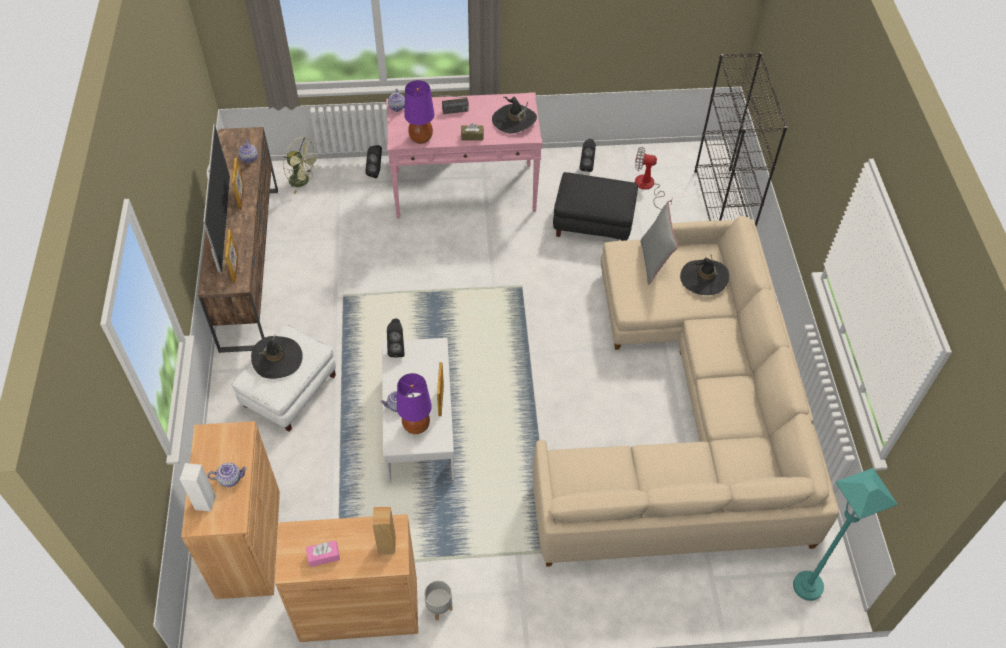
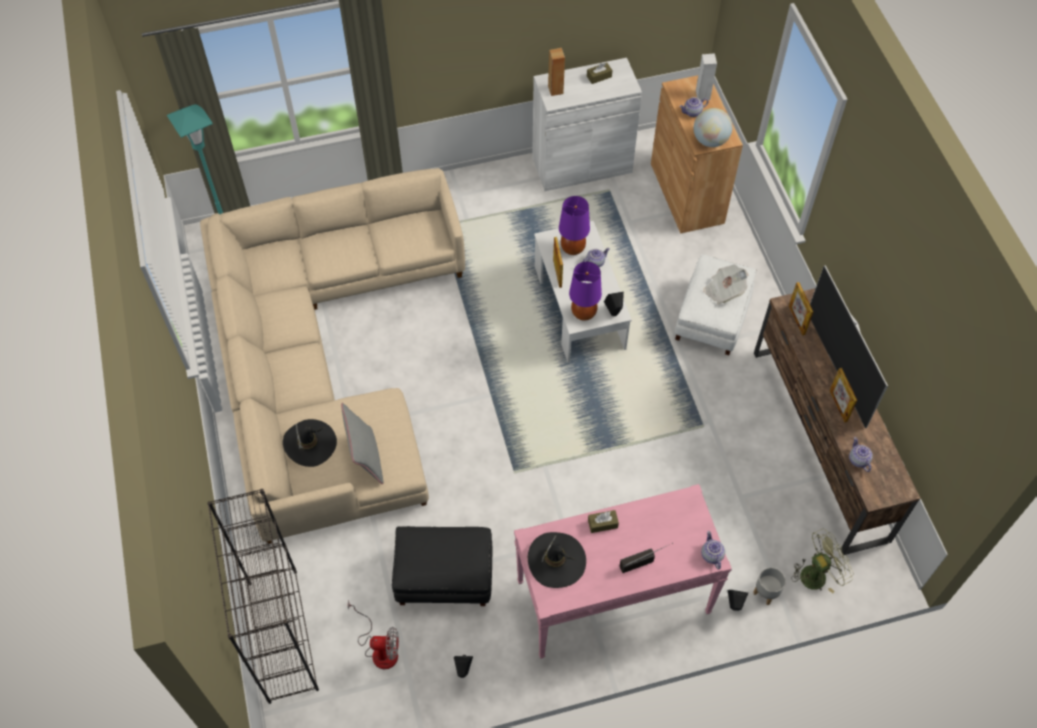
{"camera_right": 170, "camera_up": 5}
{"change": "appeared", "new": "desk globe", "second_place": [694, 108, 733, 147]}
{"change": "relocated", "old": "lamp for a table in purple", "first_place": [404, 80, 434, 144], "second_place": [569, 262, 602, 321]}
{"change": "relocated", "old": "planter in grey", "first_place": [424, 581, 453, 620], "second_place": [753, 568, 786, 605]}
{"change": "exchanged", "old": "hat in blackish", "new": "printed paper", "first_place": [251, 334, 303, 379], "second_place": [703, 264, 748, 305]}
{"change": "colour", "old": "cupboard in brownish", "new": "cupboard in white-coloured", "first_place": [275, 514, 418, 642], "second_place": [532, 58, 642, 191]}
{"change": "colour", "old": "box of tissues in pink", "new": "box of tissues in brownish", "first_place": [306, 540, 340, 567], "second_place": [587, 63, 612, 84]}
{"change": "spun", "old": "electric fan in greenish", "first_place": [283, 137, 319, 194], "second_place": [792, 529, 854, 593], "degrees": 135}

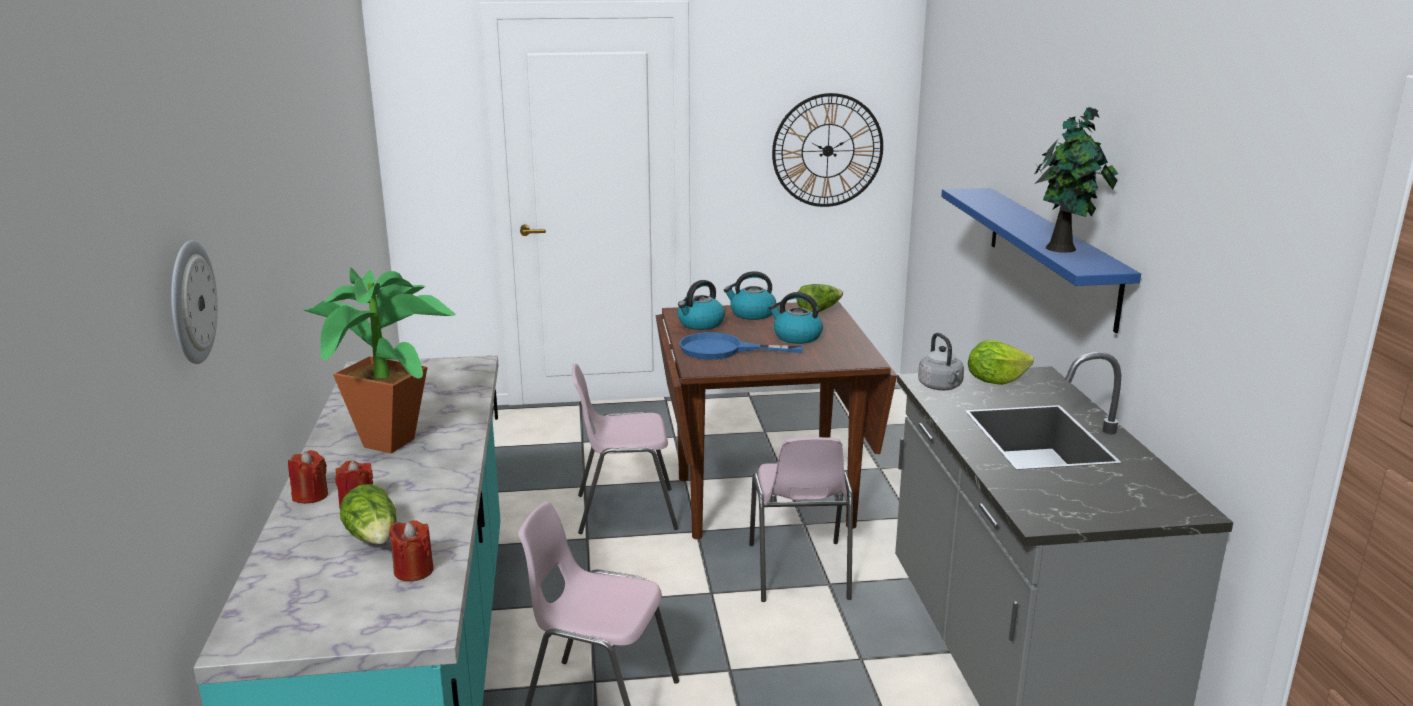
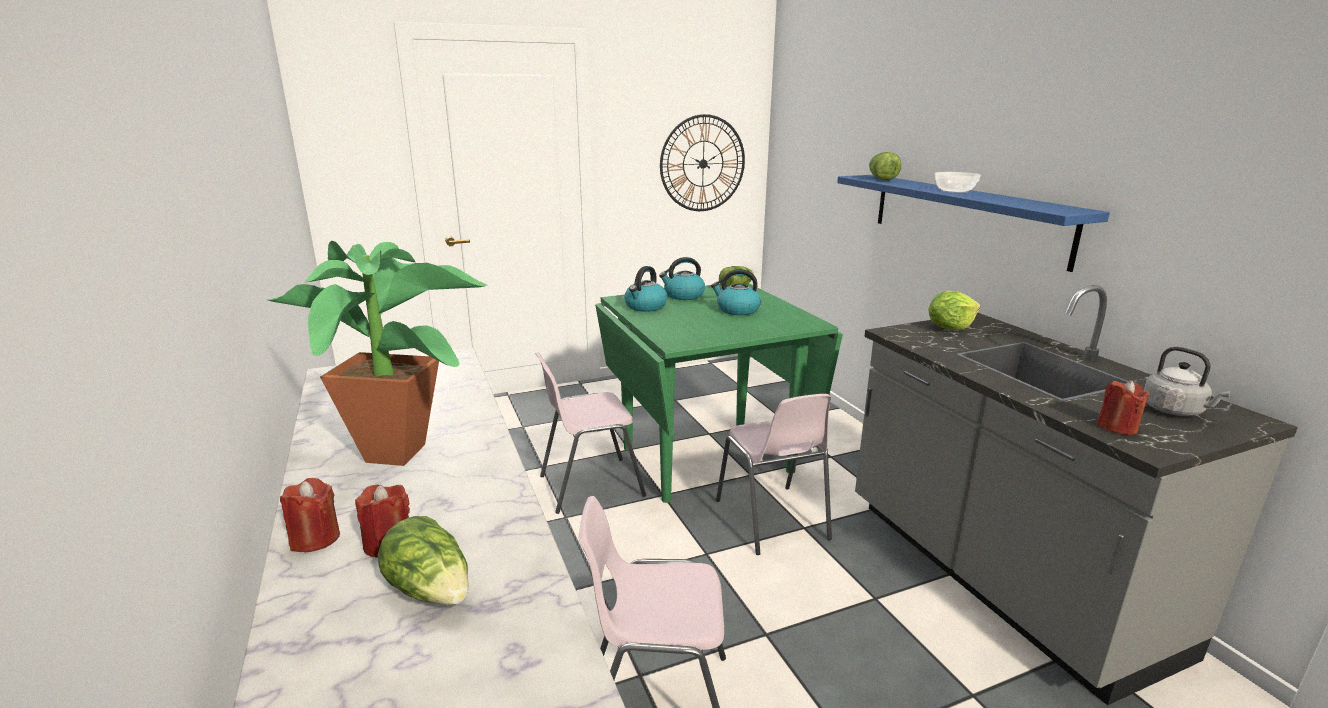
{"camera_right": -15, "camera_up": 0}
{"change": "missing", "old": "hanging clock", "first_place": [171, 240, 218, 364]}
{"change": "missing", "old": "skillet in bluish", "first_place": [679, 332, 803, 360]}
{"change": "missing", "old": "houseplant", "first_place": [1035, 106, 1118, 253]}
{"change": "appeared", "new": "head of lettuce", "second_place": [869, 152, 902, 181]}
{"change": "appeared", "new": "bowl", "second_place": [935, 172, 981, 193]}
{"change": "relocated", "old": "wax candle in red-coloured", "first_place": [389, 520, 434, 582], "second_place": [1097, 380, 1150, 435]}
{"change": "relocated", "old": "water kettle in grey", "first_place": [918, 333, 964, 390], "second_place": [1144, 347, 1231, 416]}
{"change": "colour", "old": "kitchen table in brownish", "new": "kitchen table in greenish", "first_place": [656, 301, 897, 539], "second_place": [595, 283, 843, 503]}

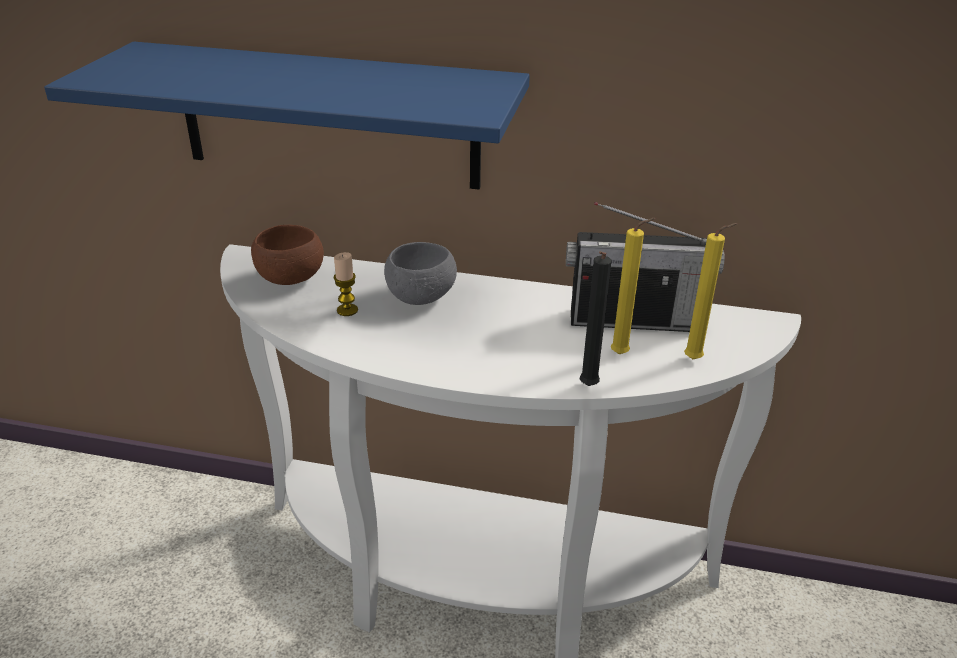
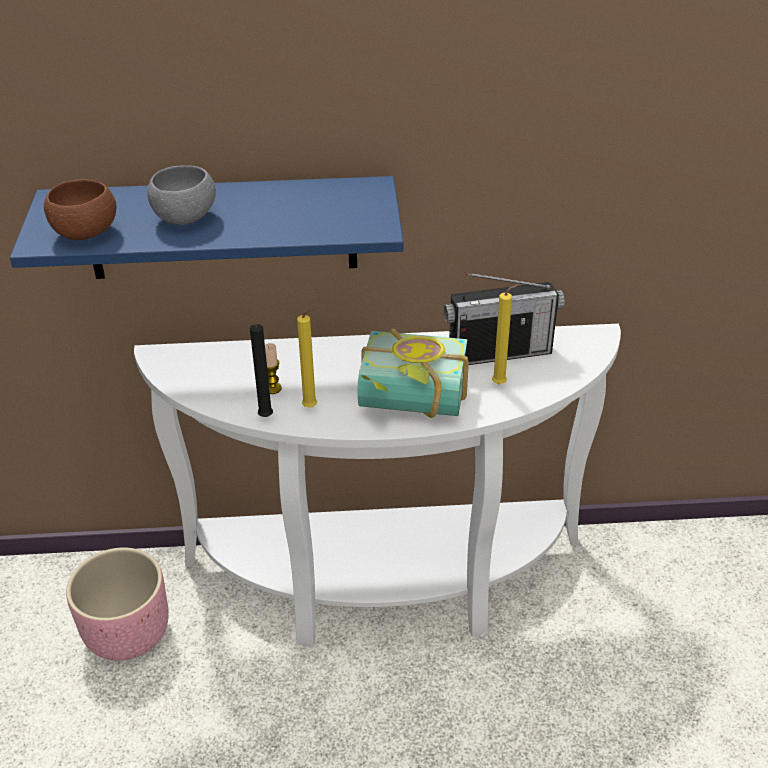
{"camera_right": -15, "camera_up": 5}
{"change": "appeared", "new": "planter in pink", "second_place": [66, 547, 169, 661]}
{"change": "appeared", "new": "book", "second_place": [357, 328, 469, 418]}
{"change": "relocated", "old": "bowl in brownish", "first_place": [251, 225, 324, 285], "second_place": [44, 179, 116, 240]}
{"change": "relocated", "old": "bowl in grey", "first_place": [384, 242, 457, 305], "second_place": [147, 165, 216, 225]}
{"change": "relocated", "old": "wax candle in blackish", "first_place": [580, 251, 612, 386], "second_place": [250, 323, 273, 417]}
{"change": "relocated", "old": "wax candle in yellow", "first_place": [684, 223, 738, 359], "second_place": [297, 307, 317, 408]}

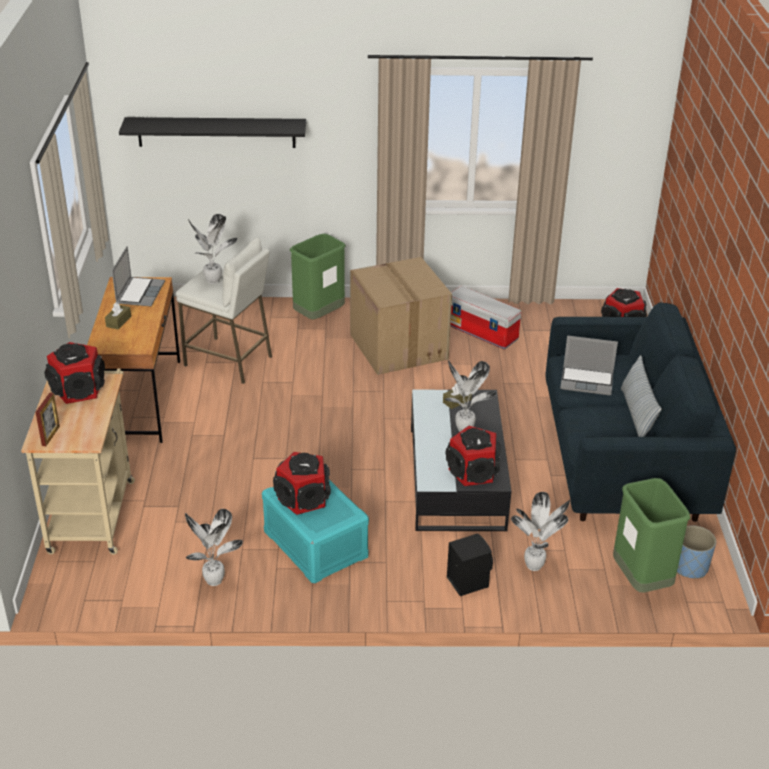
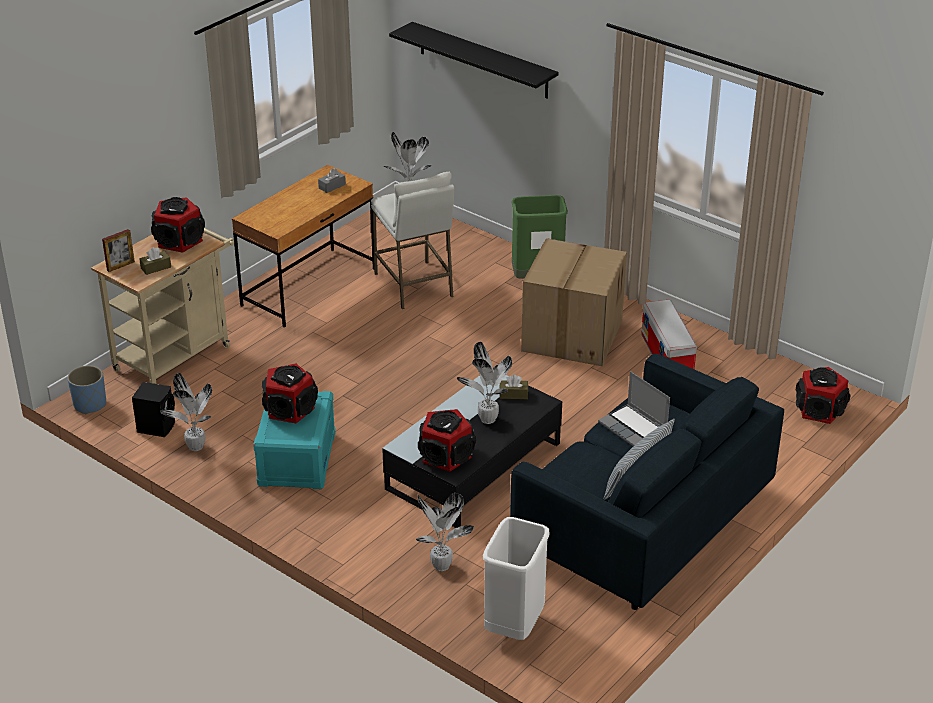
{"camera_right": 40, "camera_up": 0}
{"change": "relocated", "old": "box of tissues in brownish", "first_place": [105, 302, 131, 330], "second_place": [139, 247, 171, 275]}
{"change": "relocated", "old": "audio speaker in blackish", "first_place": [447, 533, 493, 596], "second_place": [132, 382, 175, 437]}
{"change": "relocated", "old": "planter in bluish", "first_place": [677, 525, 716, 578], "second_place": [67, 365, 106, 414]}
{"change": "exchanged", "old": "portable computer", "new": "box of tissues in grey", "first_place": [112, 246, 165, 306], "second_place": [318, 168, 346, 193]}
{"change": "colour", "old": "trash can in greenish", "new": "trash can in white-coloured", "first_place": [613, 478, 690, 592], "second_place": [483, 517, 550, 640]}

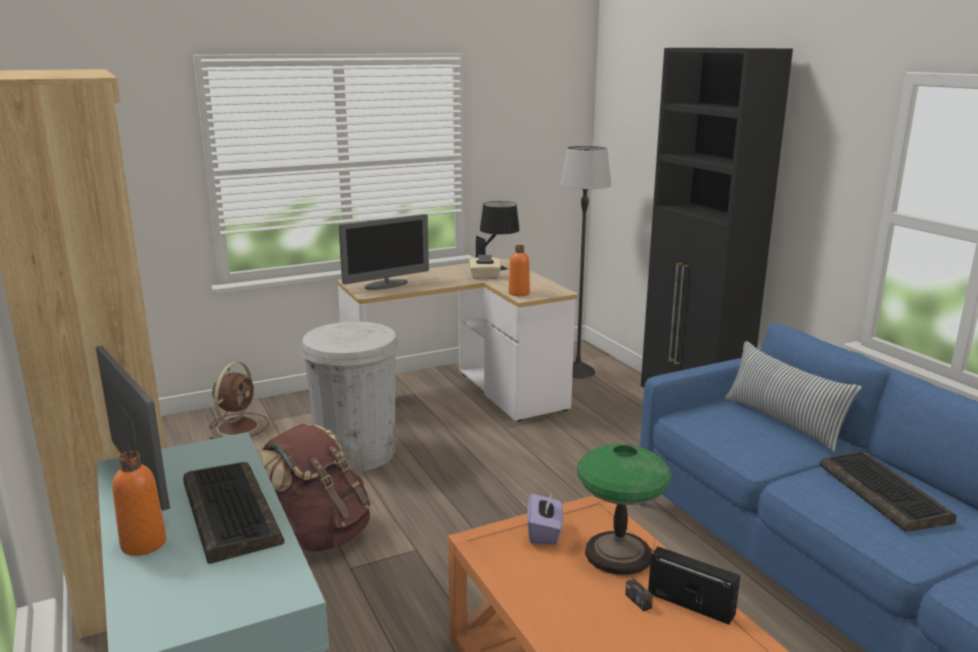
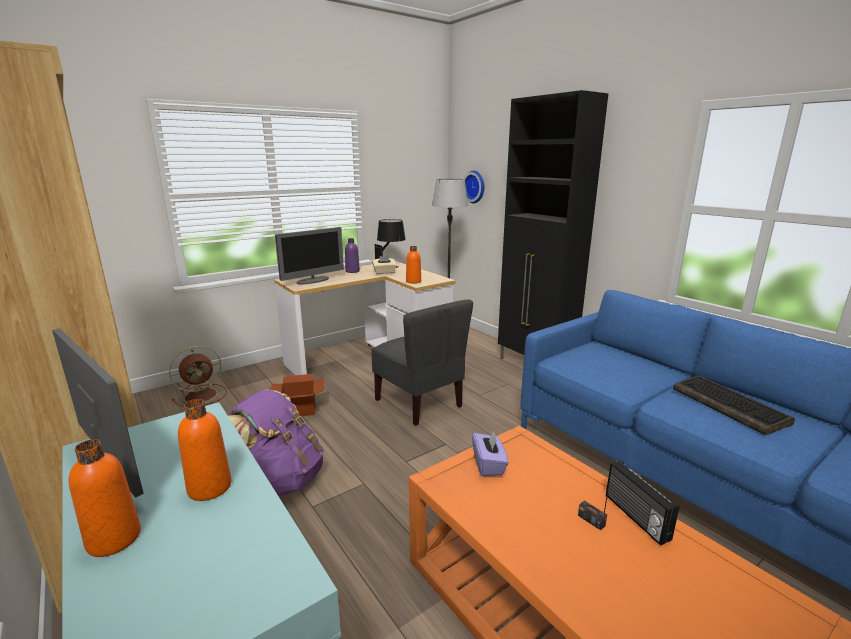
{"camera_right": -10, "camera_up": 0}
{"change": "missing", "old": "lamp for a table", "first_place": [577, 444, 671, 575]}
{"change": "missing", "old": "throw pillow", "first_place": [725, 341, 862, 452]}
{"change": "appeared", "new": "drink bottle in purple", "second_place": [345, 238, 360, 273]}
{"change": "appeared", "new": "chair in grey", "second_place": [371, 300, 473, 426]}
{"change": "appeared", "new": "hanging clock", "second_place": [463, 170, 485, 203]}
{"change": "exchanged", "old": "keyboard", "new": "drink bottle in orange-coloured", "first_place": [183, 462, 284, 564], "second_place": [178, 399, 231, 501]}
{"change": "exchanged", "old": "trash can in white-coloured", "new": "carton", "first_place": [300, 321, 400, 472], "second_place": [271, 374, 324, 416]}
{"change": "colour", "old": "rucksack in brownish", "new": "rucksack in purple", "first_place": [257, 424, 371, 552], "second_place": [228, 390, 324, 496]}
{"change": "spun", "old": "electric fan in brownish", "first_place": [209, 362, 269, 439], "second_place": [169, 346, 227, 407], "degrees": 45}
{"change": "spun", "old": "radio set", "first_place": [648, 547, 740, 625], "second_place": [606, 461, 679, 546], "degrees": -135}

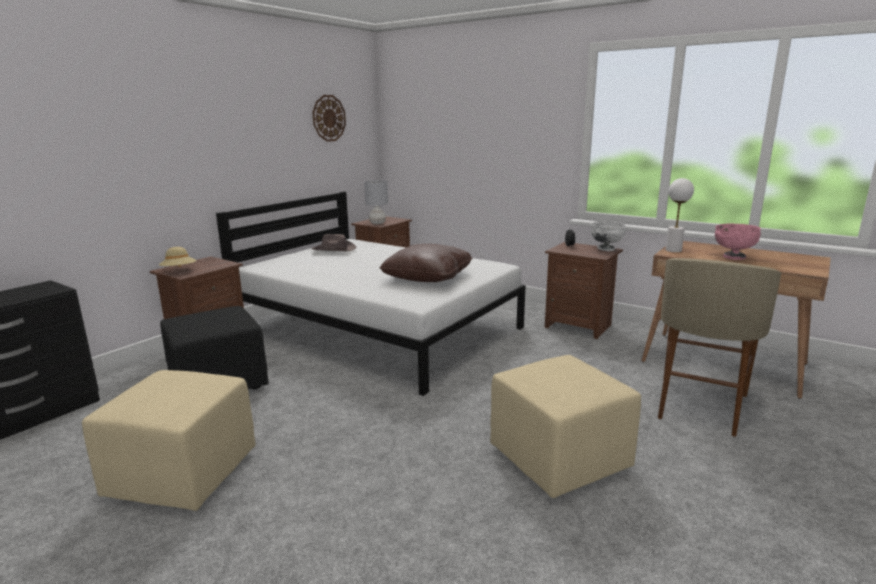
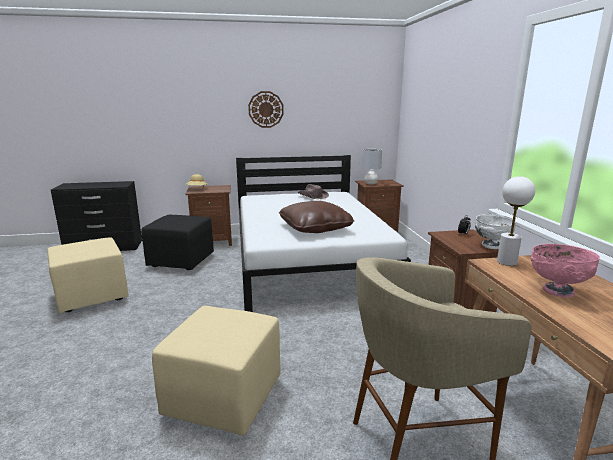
{"camera_right": 45, "camera_up": 0}
{"change": "relocated", "old": "hanging clock", "first_place": [312, 95, 346, 142], "second_place": [248, 91, 284, 128]}

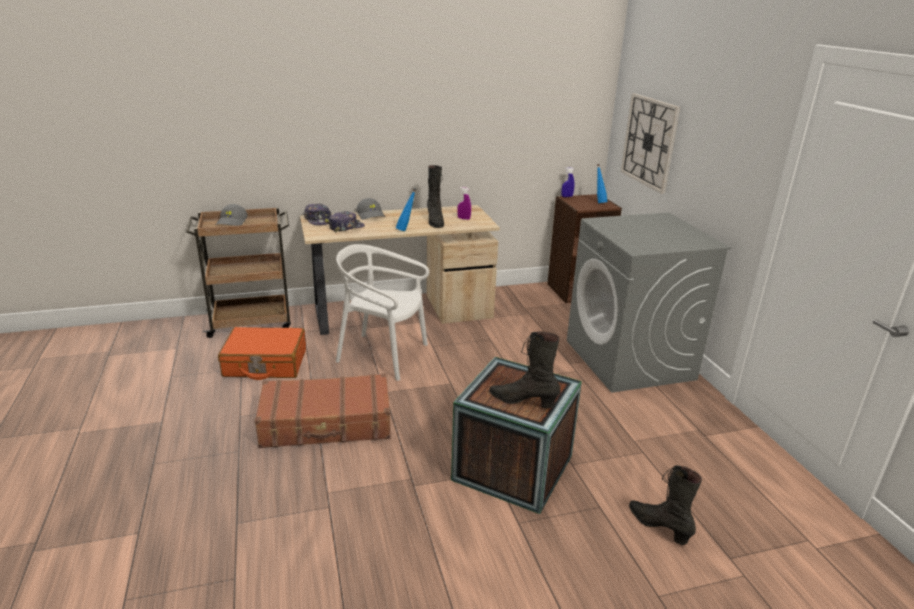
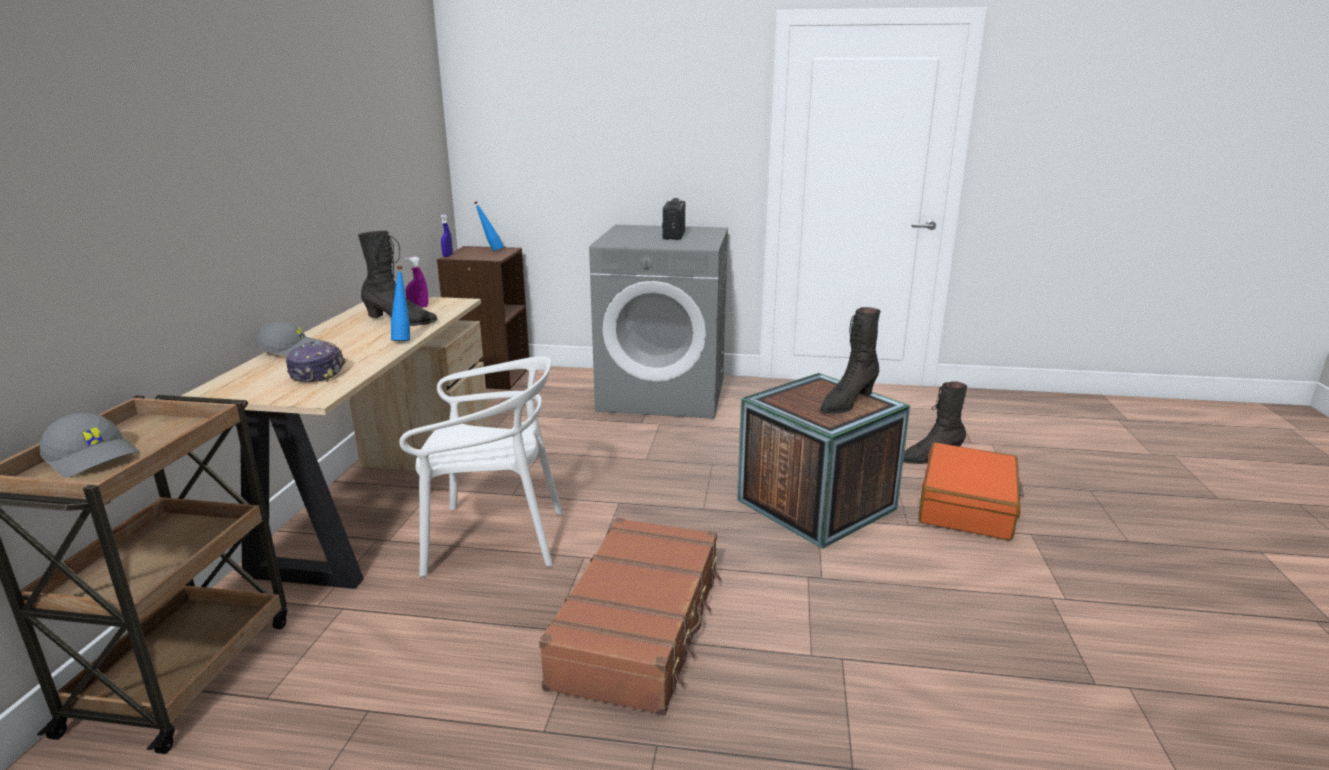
{"camera_right": -65, "camera_up": -5}
{"change": "missing", "old": "peaked cap", "first_place": [304, 203, 332, 225]}
{"change": "missing", "old": "hanging clock", "first_place": [621, 93, 680, 194]}
{"change": "appeared", "new": "radio set", "second_place": [662, 198, 685, 240]}
{"change": "relocated", "old": "suitcase in orange-coloured", "first_place": [218, 327, 306, 380], "second_place": [919, 443, 1024, 540]}
{"change": "spun", "old": "chair in white-coloured", "first_place": [336, 244, 429, 381], "second_place": [399, 356, 562, 577], "degrees": -135}

